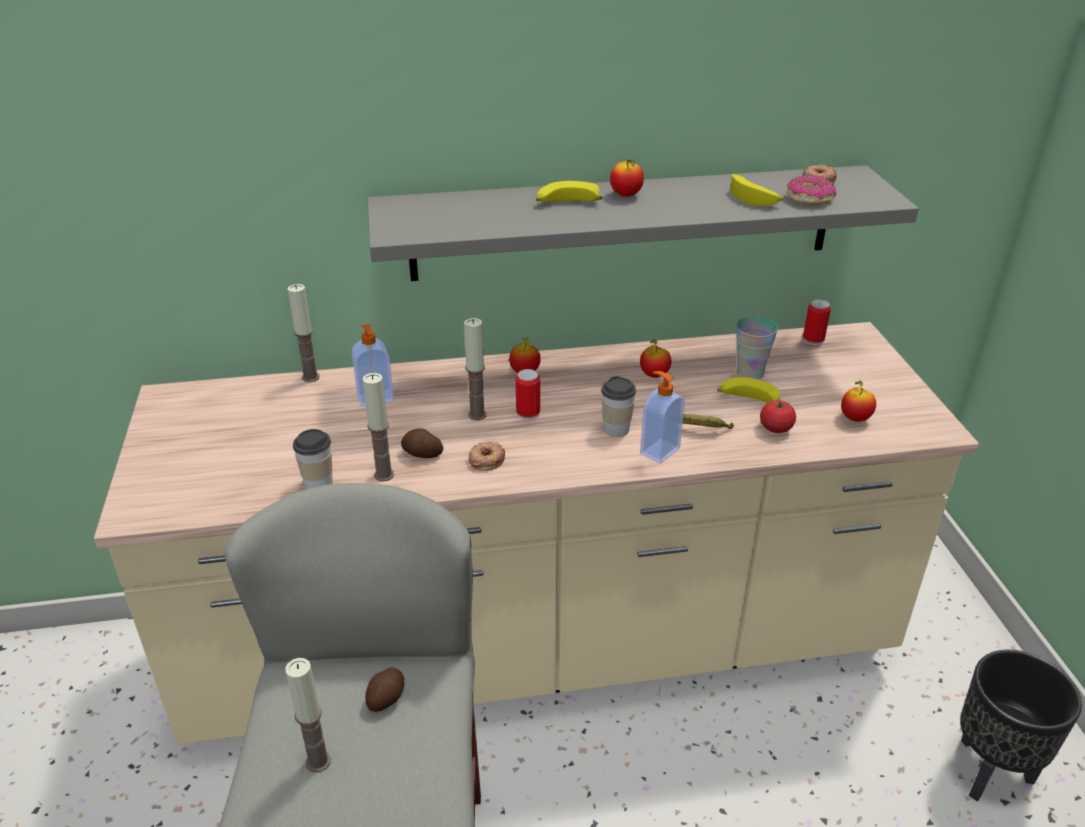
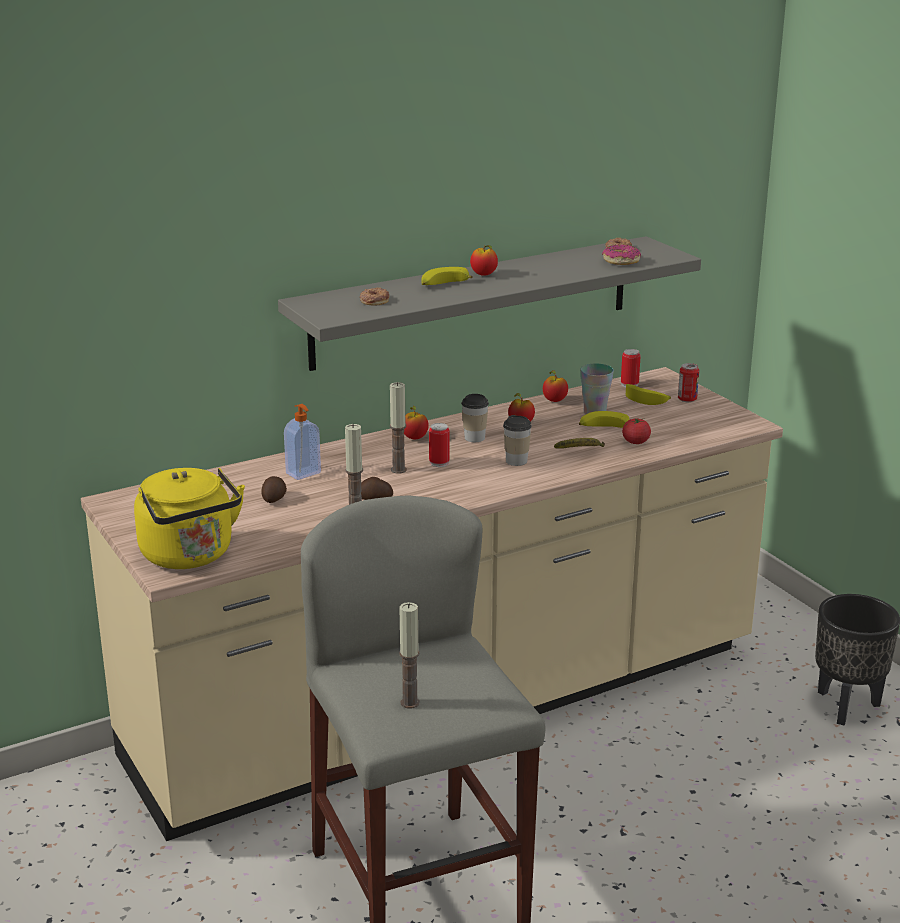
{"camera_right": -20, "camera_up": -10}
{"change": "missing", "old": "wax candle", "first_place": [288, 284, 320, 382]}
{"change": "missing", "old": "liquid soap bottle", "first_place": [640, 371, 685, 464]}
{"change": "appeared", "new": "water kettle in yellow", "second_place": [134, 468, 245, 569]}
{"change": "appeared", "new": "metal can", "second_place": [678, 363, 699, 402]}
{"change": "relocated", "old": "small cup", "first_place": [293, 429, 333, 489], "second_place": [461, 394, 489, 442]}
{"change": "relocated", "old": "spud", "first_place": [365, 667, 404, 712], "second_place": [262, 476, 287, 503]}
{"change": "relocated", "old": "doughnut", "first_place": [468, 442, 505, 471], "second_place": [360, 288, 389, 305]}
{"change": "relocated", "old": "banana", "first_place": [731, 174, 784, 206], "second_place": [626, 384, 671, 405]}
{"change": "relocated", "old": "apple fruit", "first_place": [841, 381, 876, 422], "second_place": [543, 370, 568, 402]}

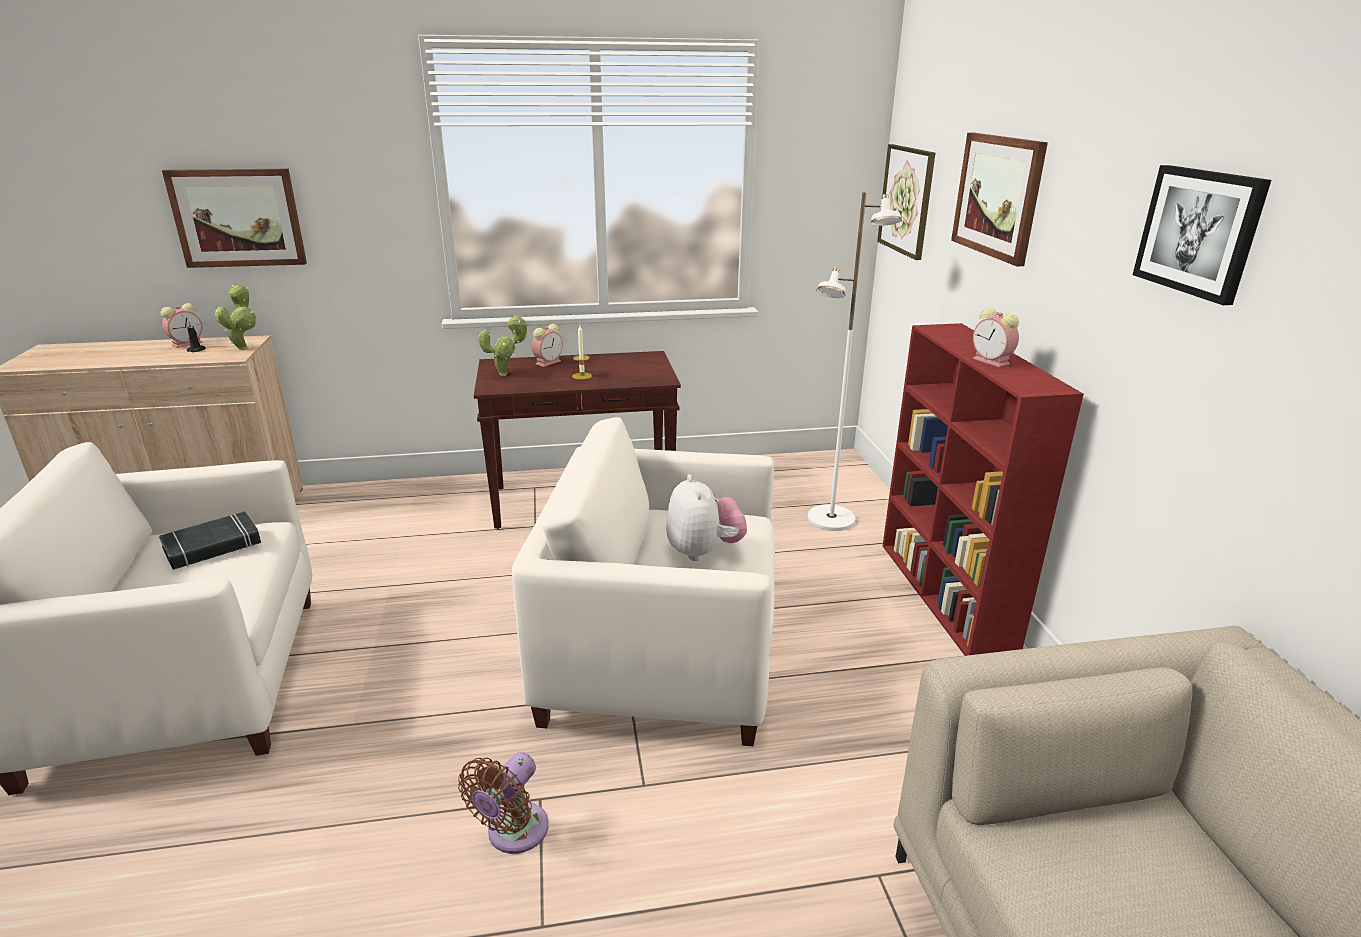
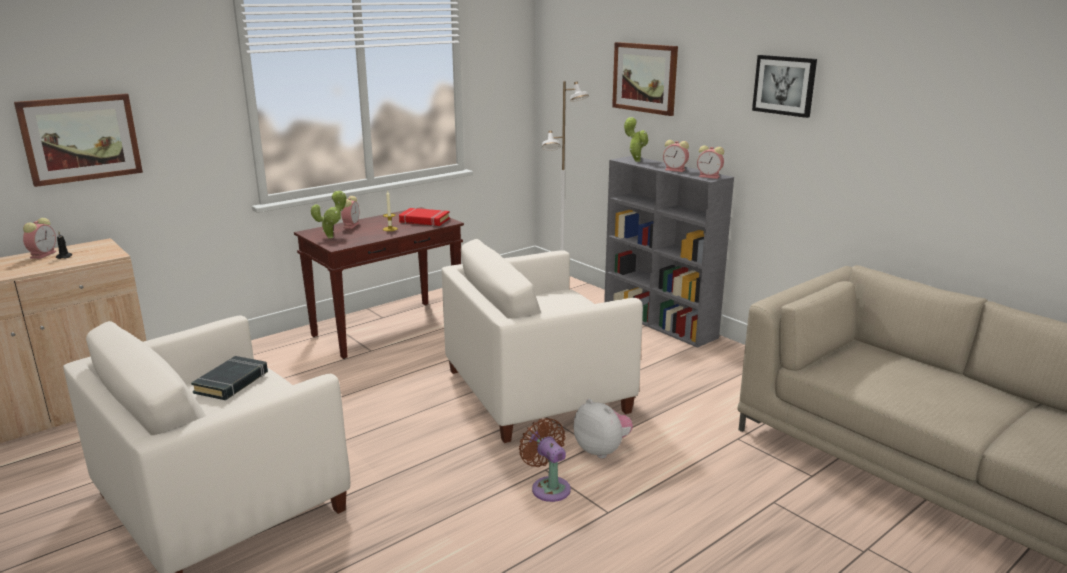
{"camera_right": -30, "camera_up": -5}
{"change": "missing", "old": "wall picture", "first_place": [877, 144, 935, 260]}
{"change": "appeared", "new": "book in red-coloured", "second_place": [399, 208, 450, 226]}
{"change": "appeared", "new": "table clock", "second_place": [697, 145, 724, 179]}
{"change": "relocated", "old": "houseplant", "first_place": [215, 285, 257, 350], "second_place": [624, 117, 648, 162]}
{"change": "relocated", "old": "plush toy", "first_place": [666, 475, 747, 561], "second_place": [574, 399, 633, 459]}
{"change": "colour", "old": "bookcase in red-coloured", "new": "bookcase in grey", "first_place": [883, 323, 1084, 656], "second_place": [604, 156, 734, 348]}
{"change": "spun", "old": "electric fan in brownish", "first_place": [458, 752, 549, 854], "second_place": [519, 418, 571, 502], "degrees": 150}

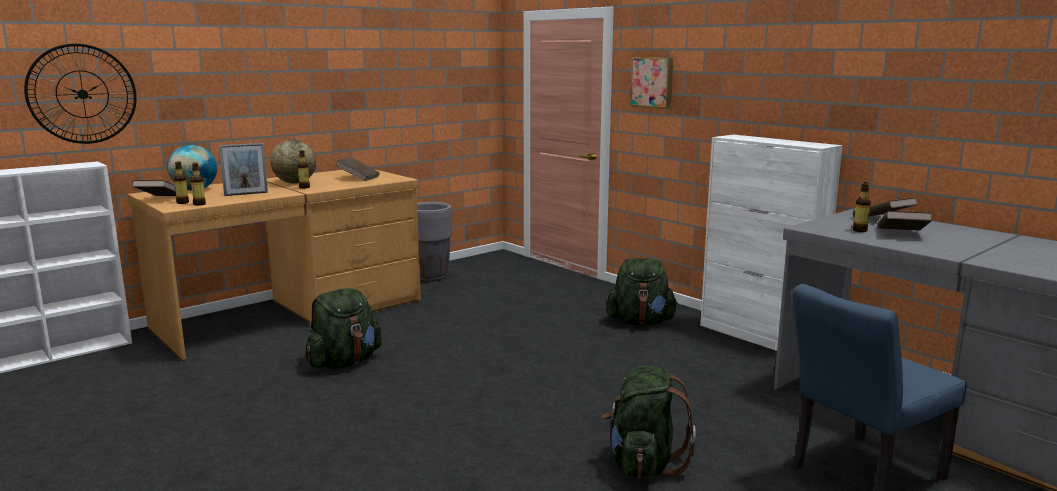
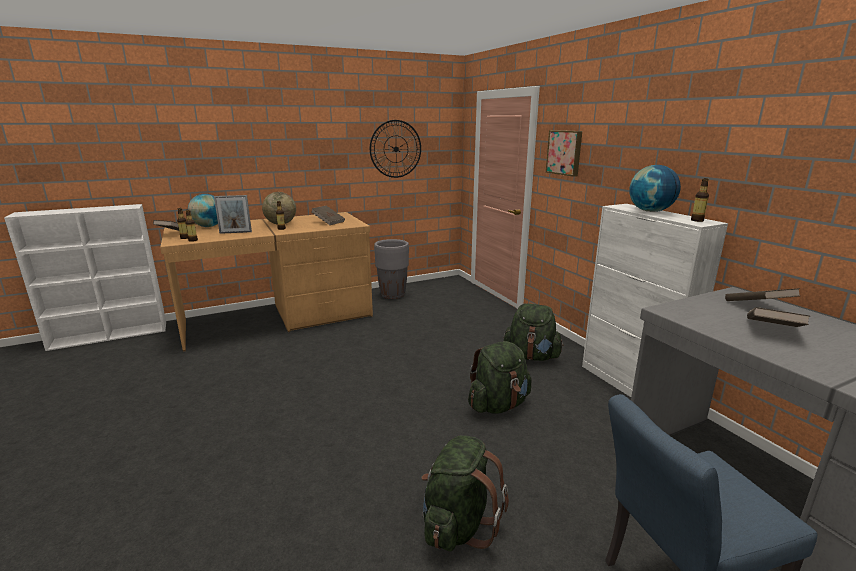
{"camera_right": 15, "camera_up": 5}
{"change": "appeared", "new": "desk globe", "second_place": [629, 165, 681, 212]}
{"change": "relocated", "old": "hanging clock", "first_place": [24, 44, 137, 144], "second_place": [370, 120, 421, 178]}
{"change": "relocated", "old": "rucksack in greenish", "first_place": [305, 288, 382, 369], "second_place": [468, 341, 532, 414]}
{"change": "relocated", "old": "drink bottle", "first_place": [853, 182, 871, 232], "second_place": [691, 178, 709, 222]}

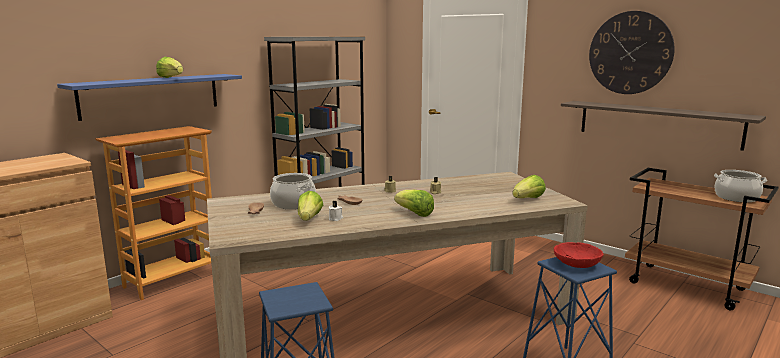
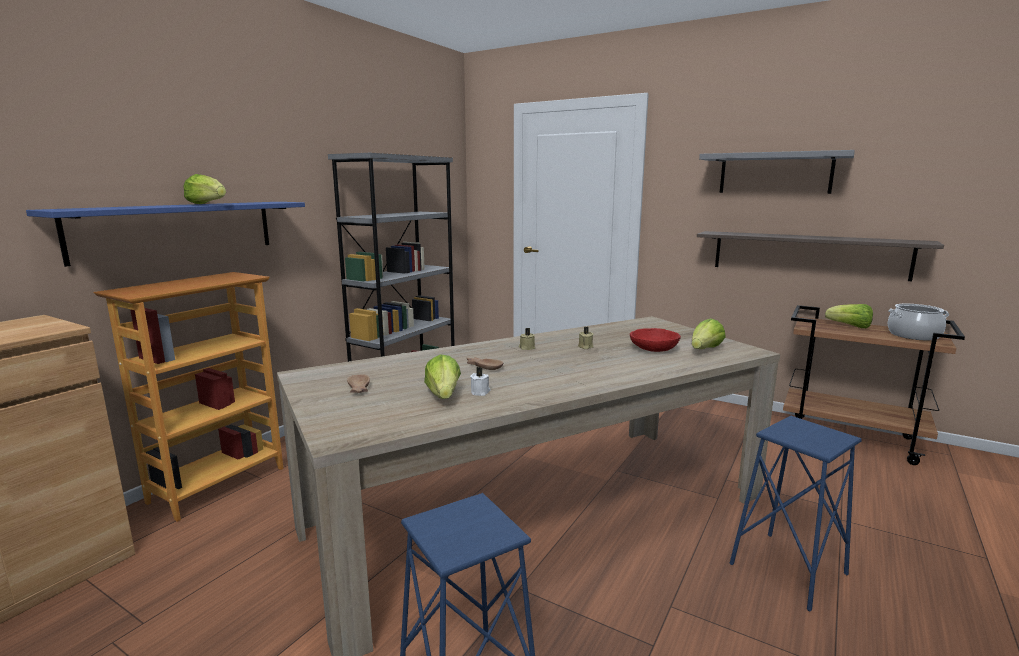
{"camera_right": -10, "camera_up": 0}
{"change": "missing", "old": "cooking pot", "first_place": [270, 173, 316, 209]}
{"change": "relocated", "old": "head of lettuce", "first_place": [394, 190, 434, 217], "second_place": [825, 304, 873, 328]}
{"change": "relocated", "old": "bowl in red-coloured", "first_place": [554, 242, 604, 268], "second_place": [630, 328, 681, 352]}
{"change": "exchanged", "old": "hanging clock", "new": "wall shelf in grey", "first_place": [589, 11, 675, 94], "second_place": [699, 150, 855, 194]}

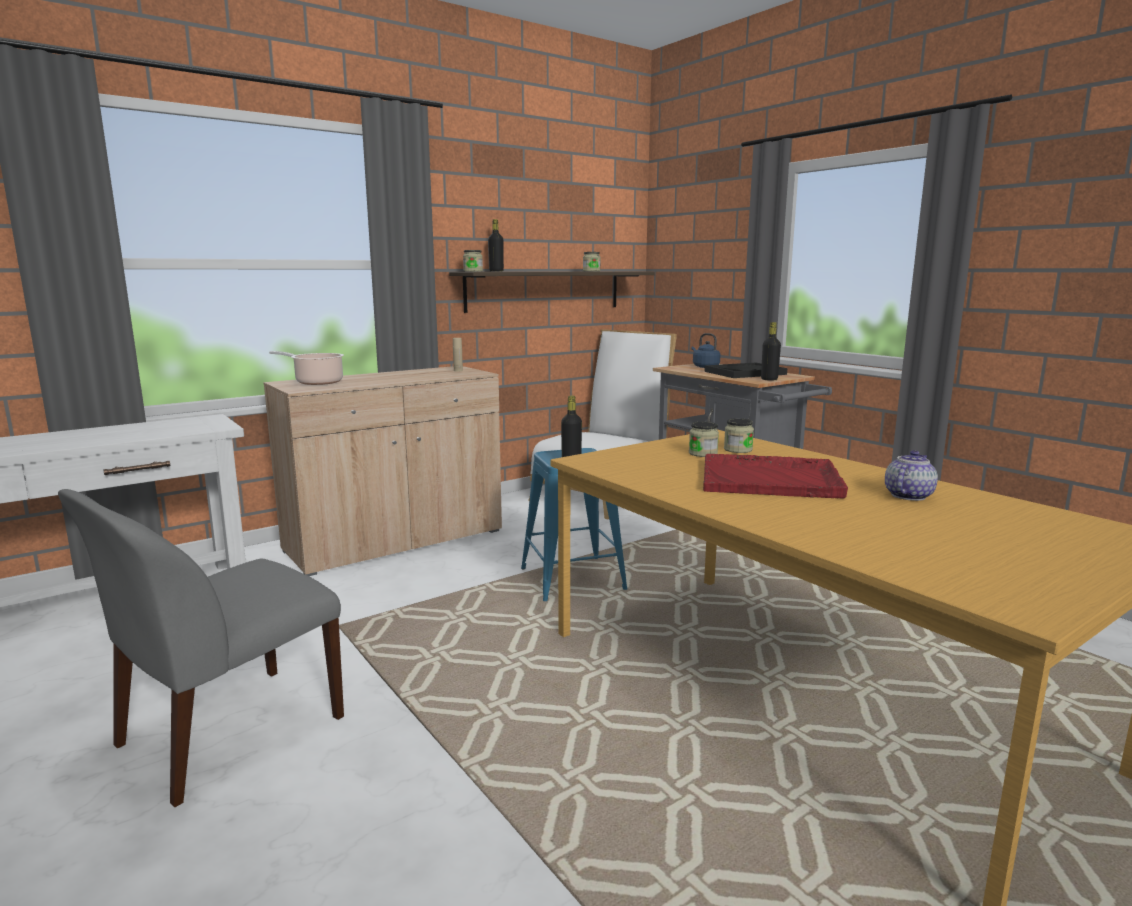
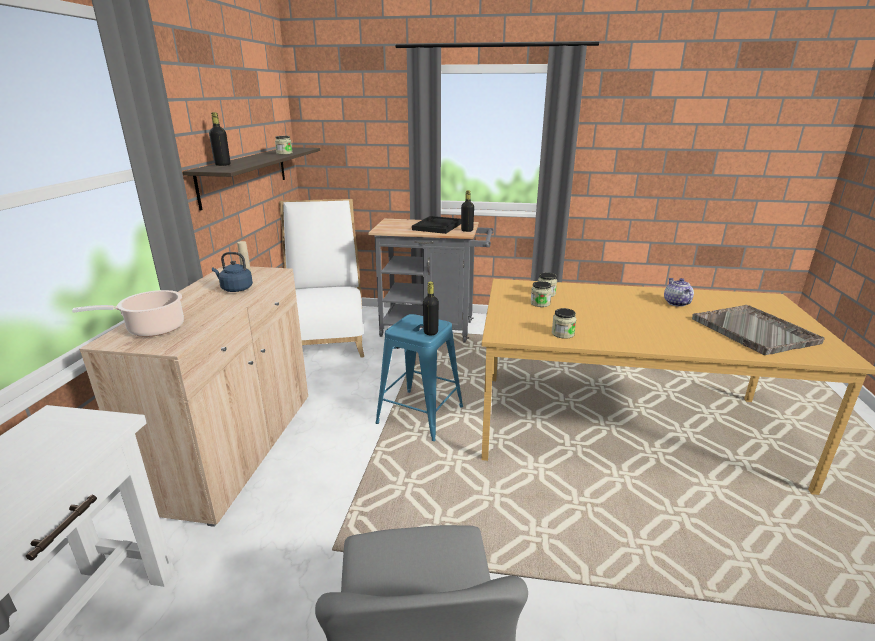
{"camera_right": -45, "camera_up": 10}
{"change": "missing", "old": "serving tray in red-coloured", "first_place": [703, 454, 848, 499]}
{"change": "appeared", "new": "serving tray in grey", "second_place": [692, 305, 825, 355]}
{"change": "relocated", "old": "jar", "first_place": [463, 250, 483, 272], "second_place": [552, 308, 577, 339]}
{"change": "relocated", "old": "water kettle in bluish", "first_place": [691, 333, 720, 368], "second_place": [212, 252, 253, 292]}

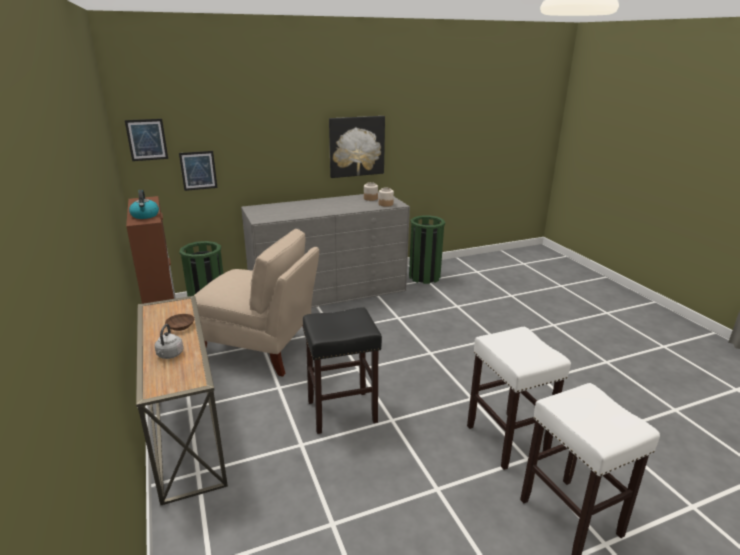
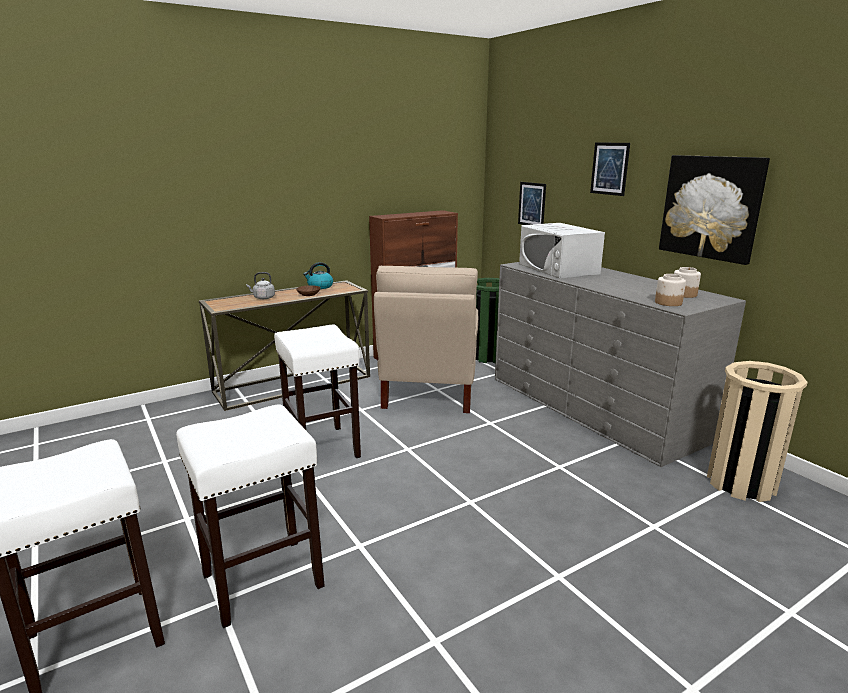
{"camera_right": 80, "camera_up": -5}
{"change": "appeared", "new": "microwave in white-coloured", "second_place": [519, 223, 605, 279]}
{"change": "relocated", "old": "wall picture", "first_place": [125, 119, 168, 161], "second_place": [590, 143, 630, 196]}
{"change": "relocated", "old": "water kettle", "first_place": [129, 190, 159, 219], "second_place": [303, 262, 333, 289]}
{"change": "colour", "old": "stool seat in blackish", "new": "stool seat in white-coloured", "first_place": [303, 307, 382, 434], "second_place": [274, 325, 361, 458]}
{"change": "colour", "old": "trash can in greenish", "new": "trash can in beige", "first_place": [409, 215, 445, 284], "second_place": [707, 361, 808, 502]}

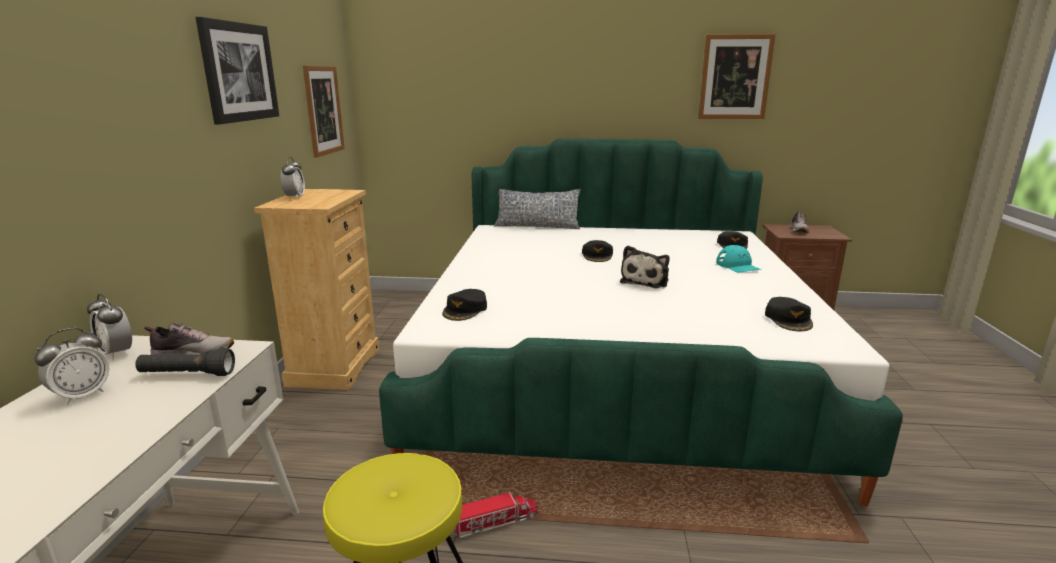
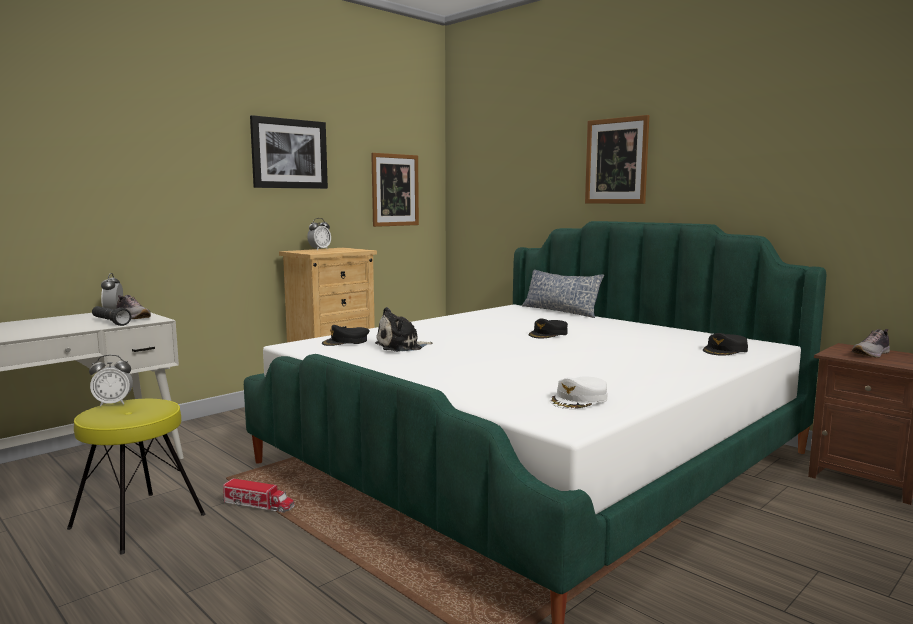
{"camera_right": 40, "camera_up": -10}
{"change": "missing", "old": "peaked cap in turquoise", "first_place": [716, 245, 761, 272]}
{"change": "relocated", "old": "table clock", "first_place": [34, 328, 109, 405], "second_place": [89, 355, 133, 406]}
{"change": "relocated", "old": "plush toy", "first_place": [620, 246, 670, 288], "second_place": [375, 307, 433, 352]}
{"change": "relocated", "old": "wall picture", "first_place": [698, 34, 775, 119], "second_place": [585, 115, 649, 204]}
{"change": "colour", "old": "peaked cap in blackish", "new": "peaked cap in white-coloured", "first_place": [765, 297, 813, 331], "second_place": [550, 376, 608, 409]}

